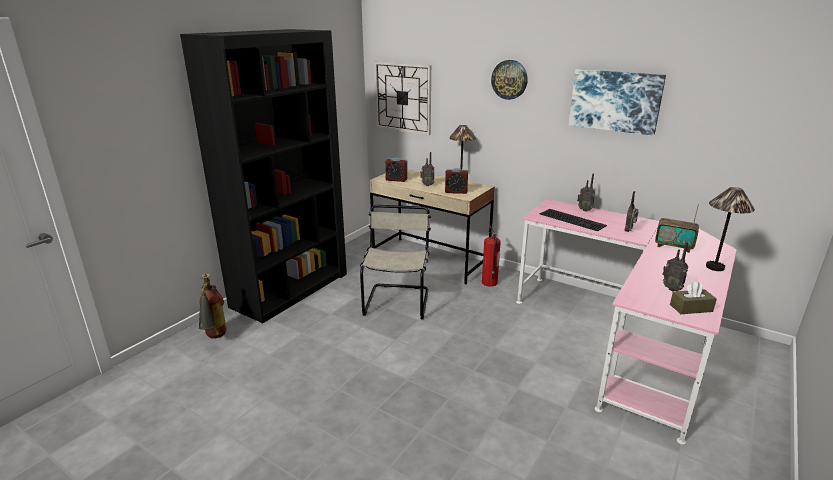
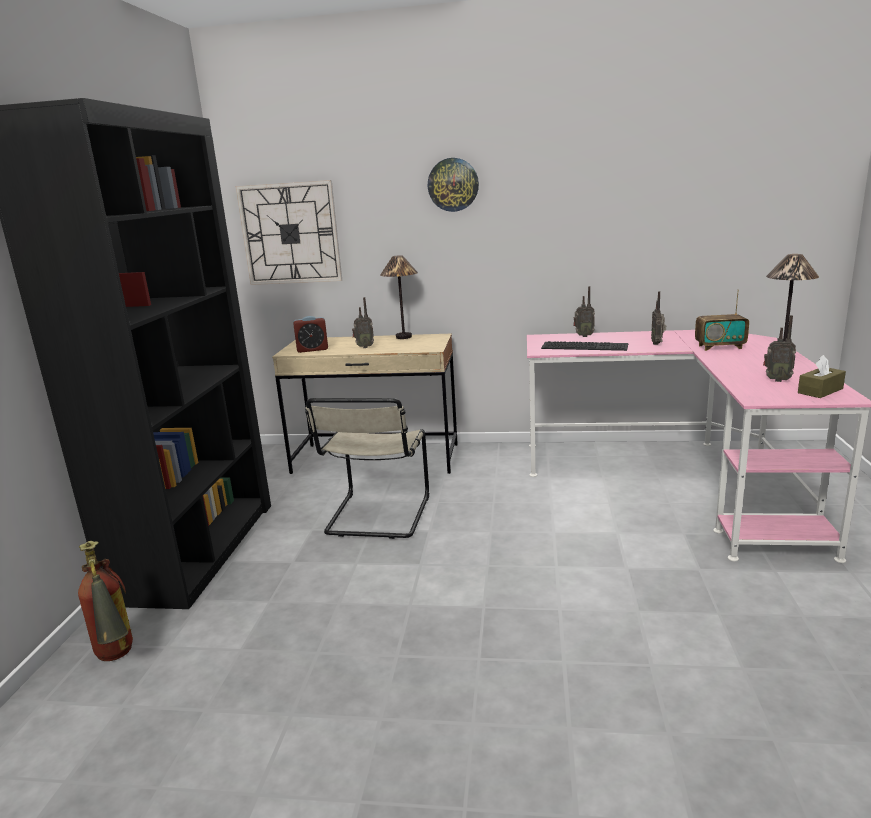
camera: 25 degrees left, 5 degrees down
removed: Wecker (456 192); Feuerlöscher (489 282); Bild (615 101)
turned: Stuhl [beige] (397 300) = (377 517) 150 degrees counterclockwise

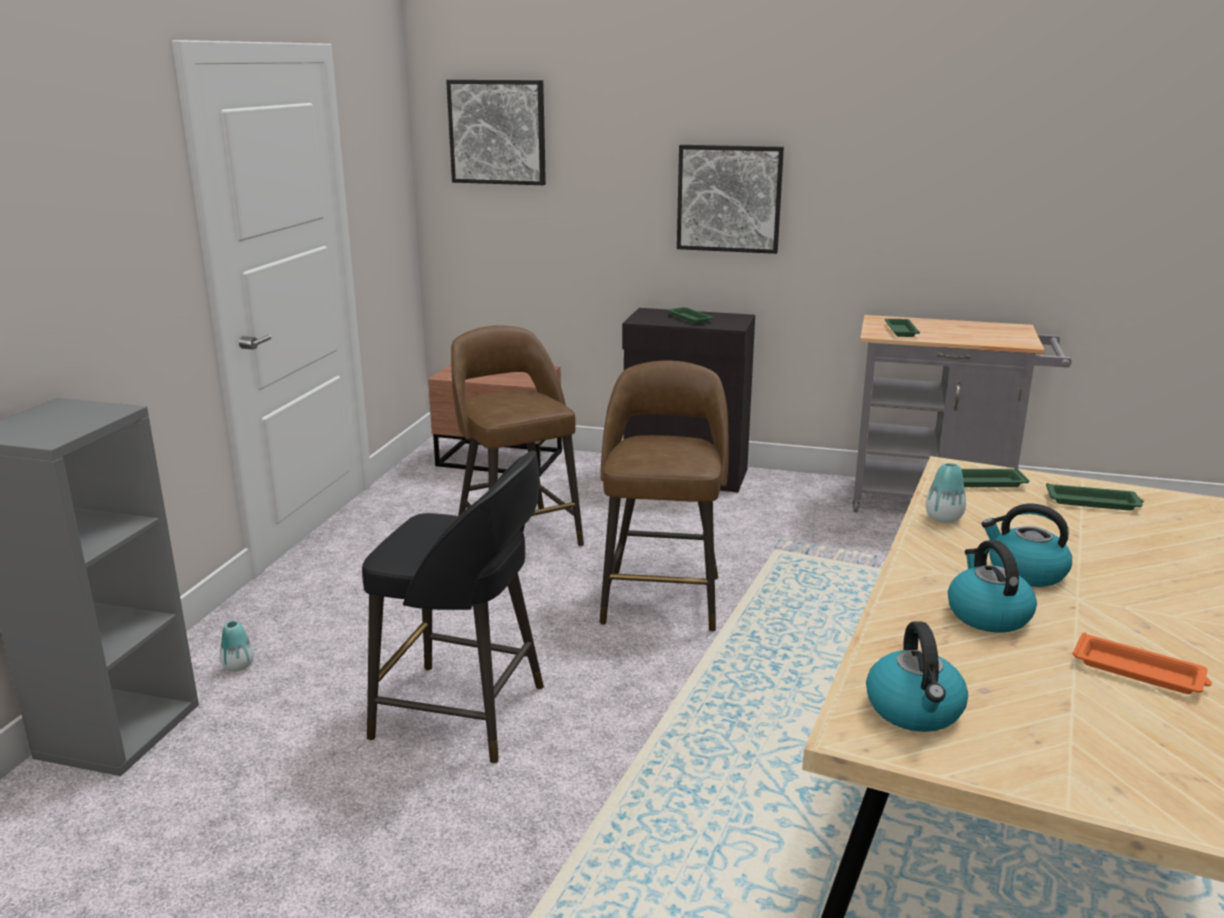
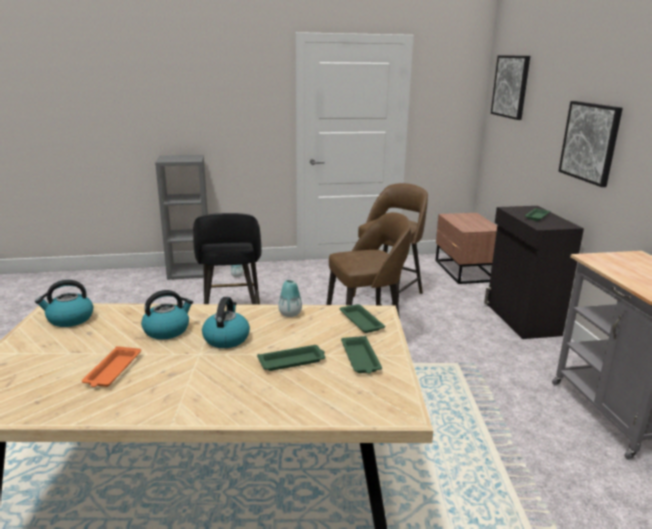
camera: 65 degrees right, 0 degrees up
moved: Tablett [grün] (900 330) to (293 361)

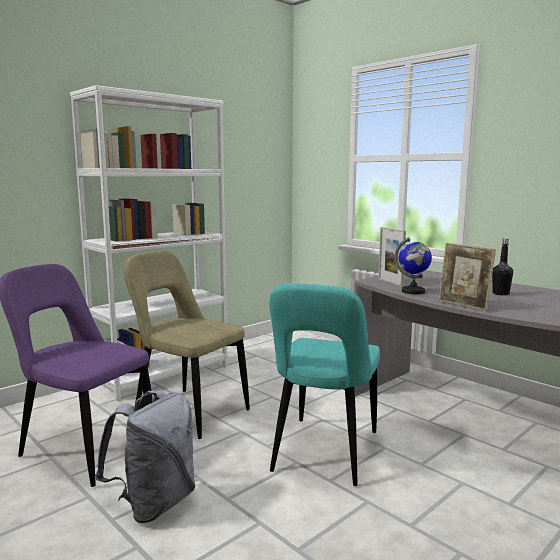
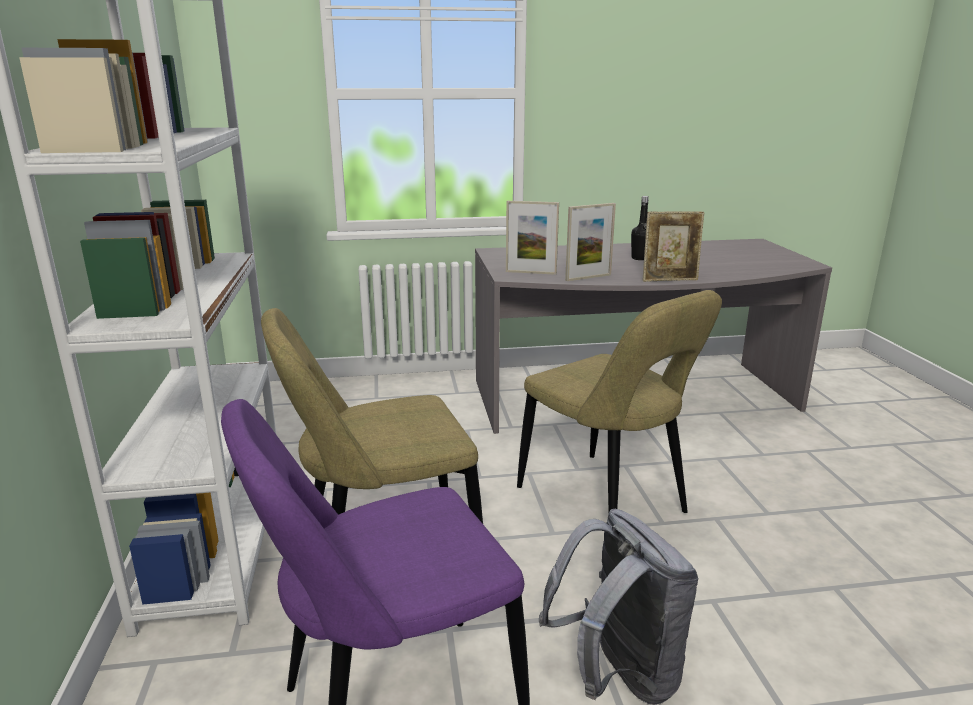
camera: 55 degrees left, 10 degrees up
replaced: Globus (413 291) to Bilderrahmen (588 277)
recoloured: Stuhl [türkis] (323 454) to Stuhl [beige] (606 504)

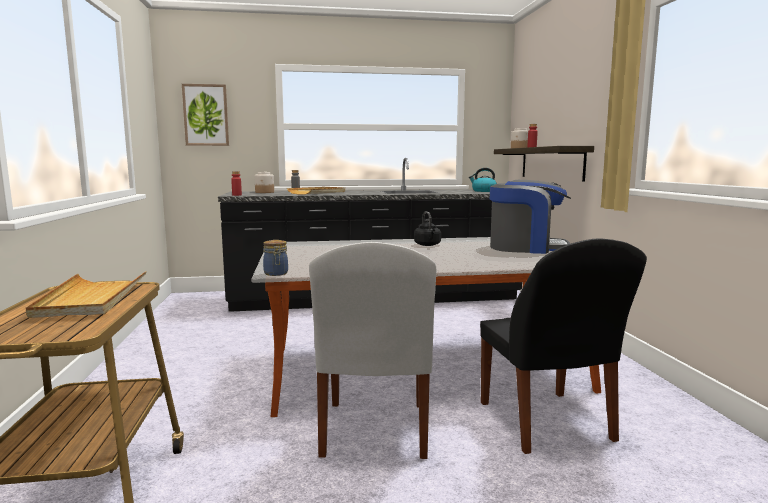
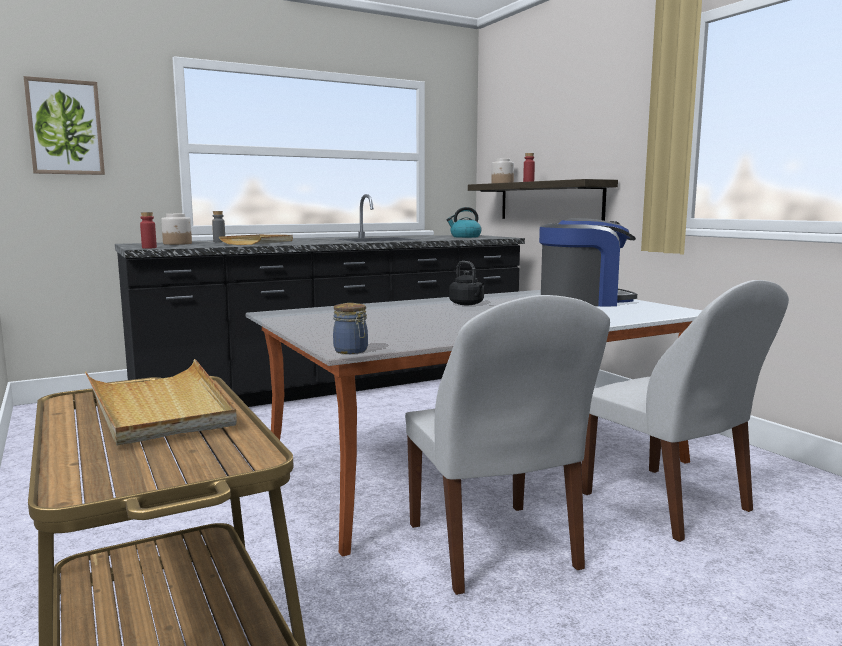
camera: 20 degrees left, 0 degrees up
recoloured: Stuhl [schwarz] (546 423) to Stuhl [weiß] (668 504)

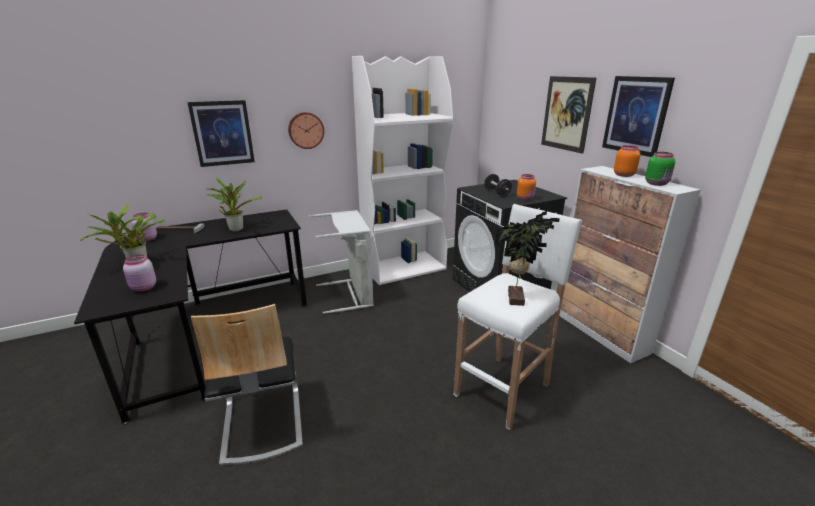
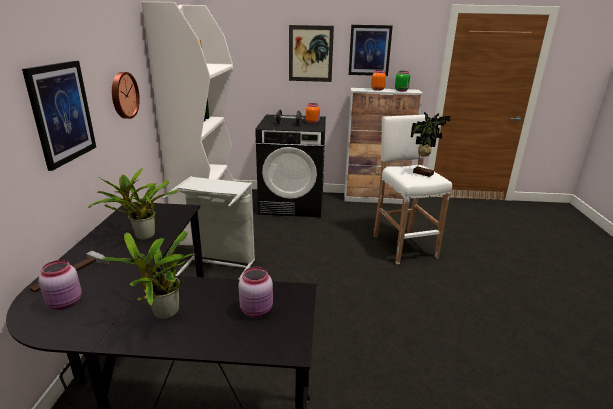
camera: 60 degrees left, 0 degrees up
removed: Stuhl (262 422)

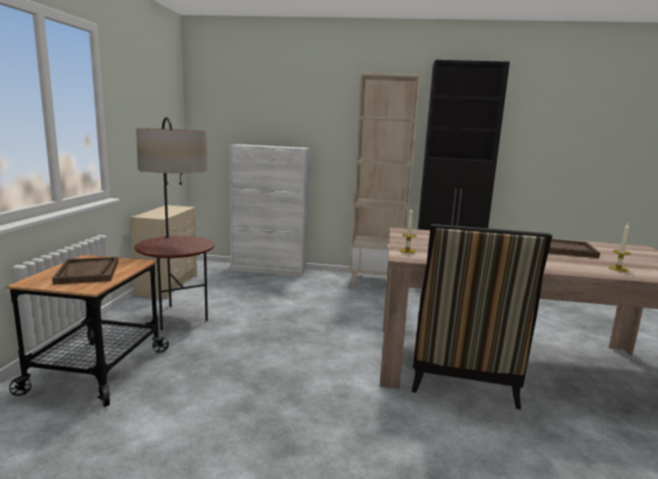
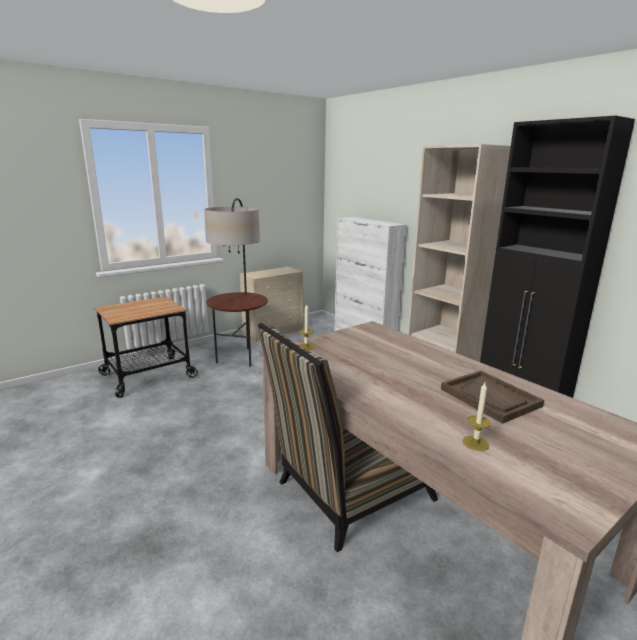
camera: 45 degrees right, 5 degrees up
removed: Tablett [braun] (88 272)

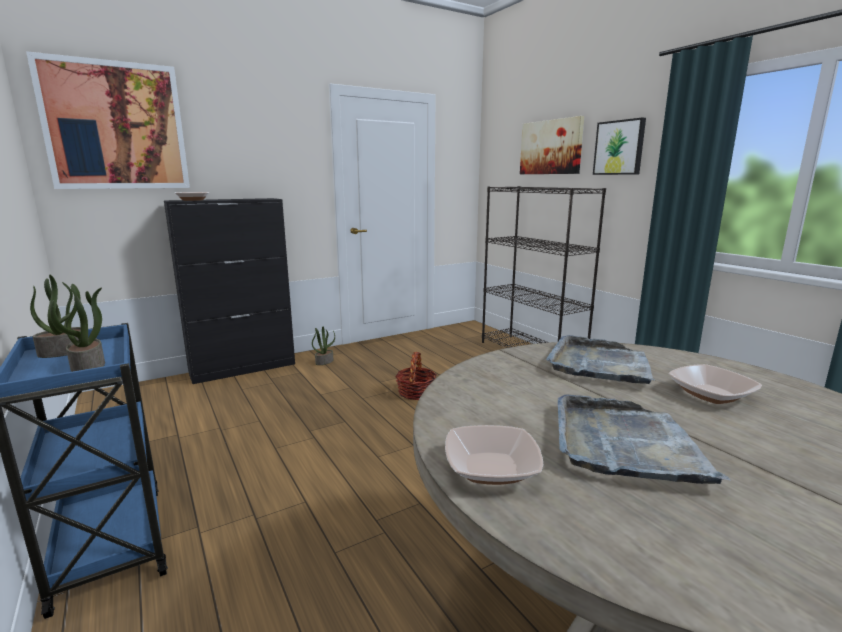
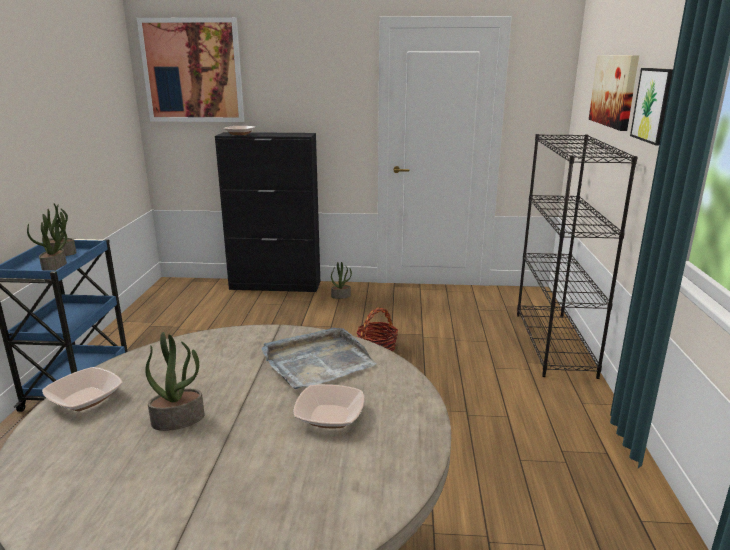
camera: 35 degrees right, 5 degrees up
replaced: Tablett [grau] (625 443) to Topfpflanze (178 419)

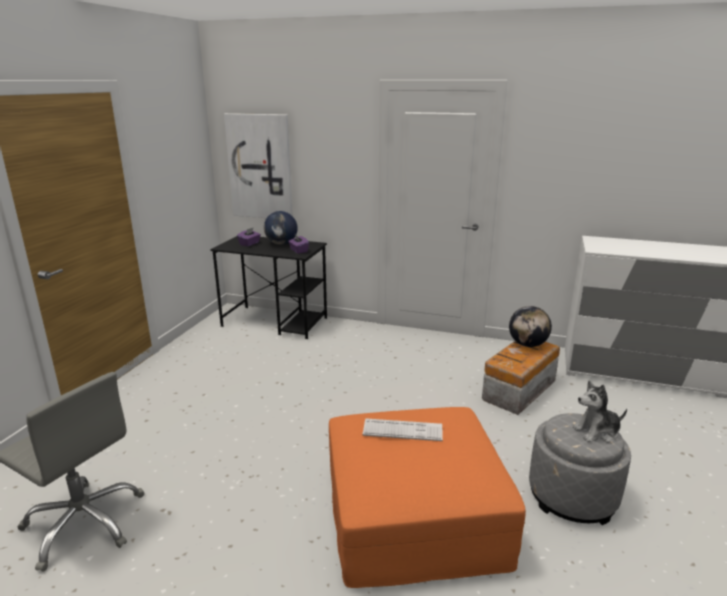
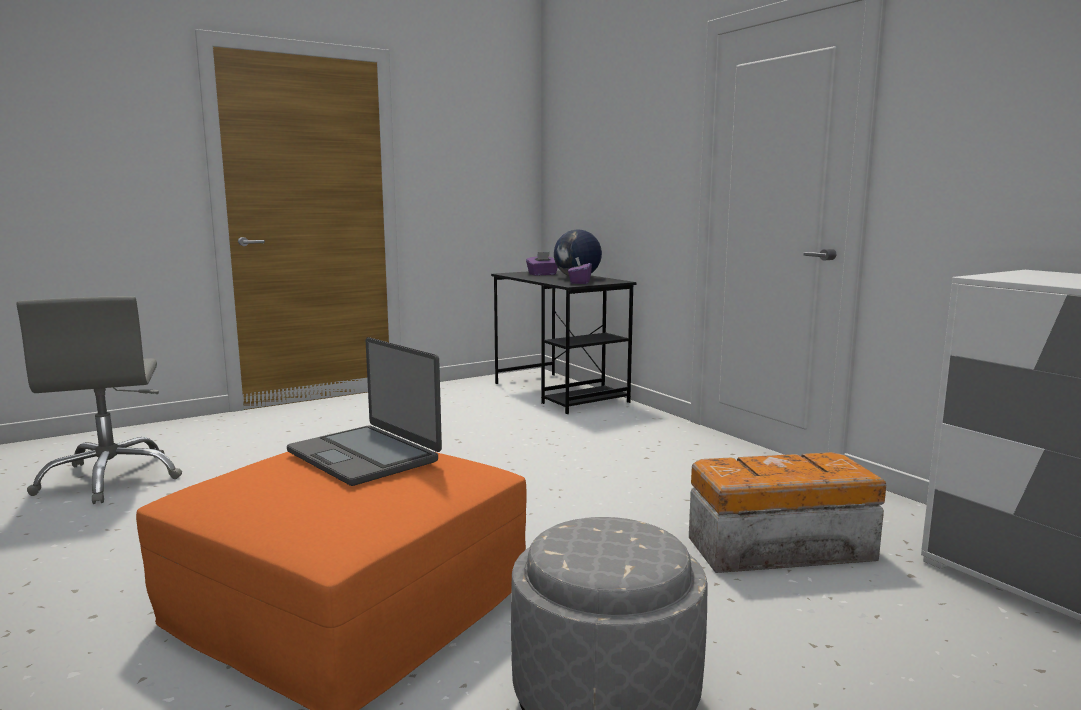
camera: 40 degrees right, 10 degrees down
removed: Bild (260 167); Globus (527 344); Plüschtier (597 432)
replaced: Tastatur (402 430) to Laptop (365 456)

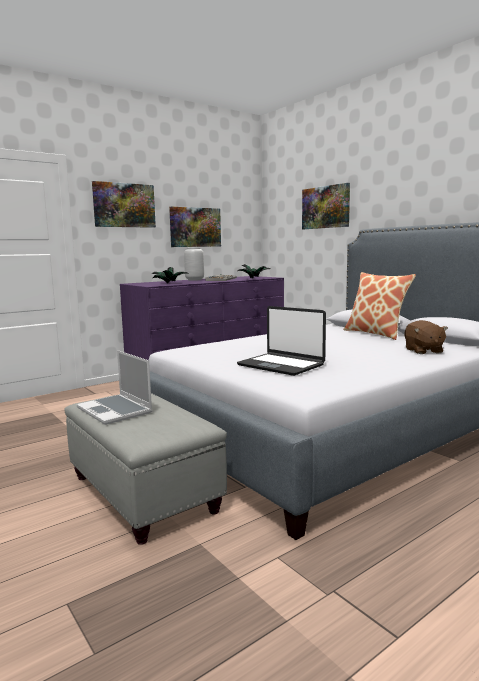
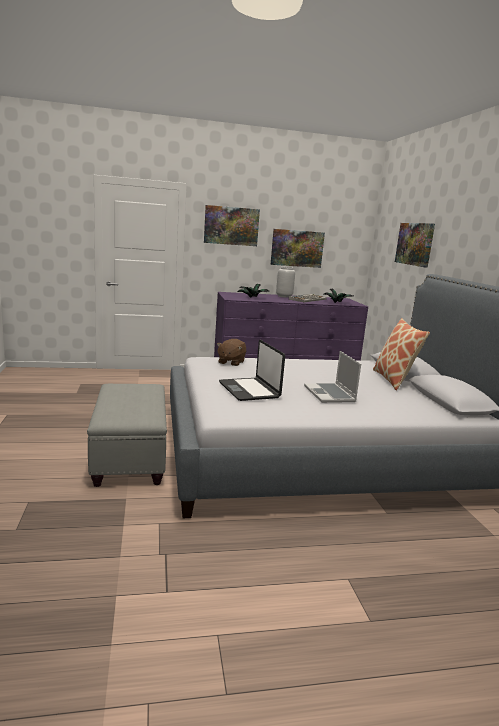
camera: 25 degrees right, 5 degrees up
moved: Laptop (116 411) to (330 394); Plüschtier [braun] (423 351) to (231 362)

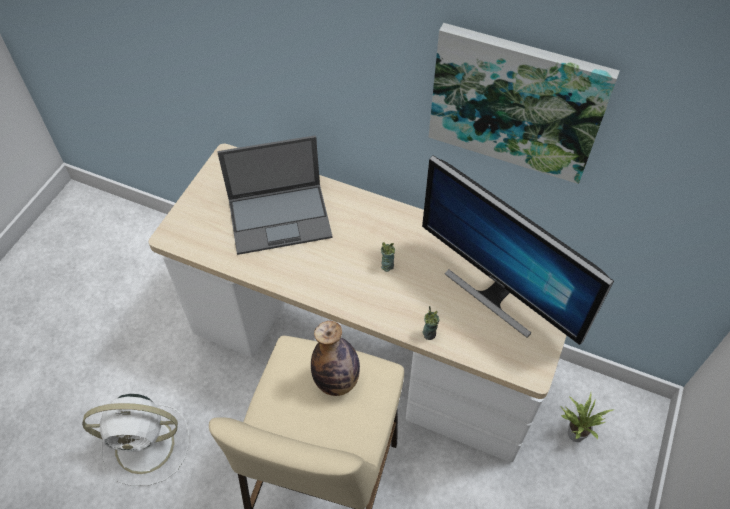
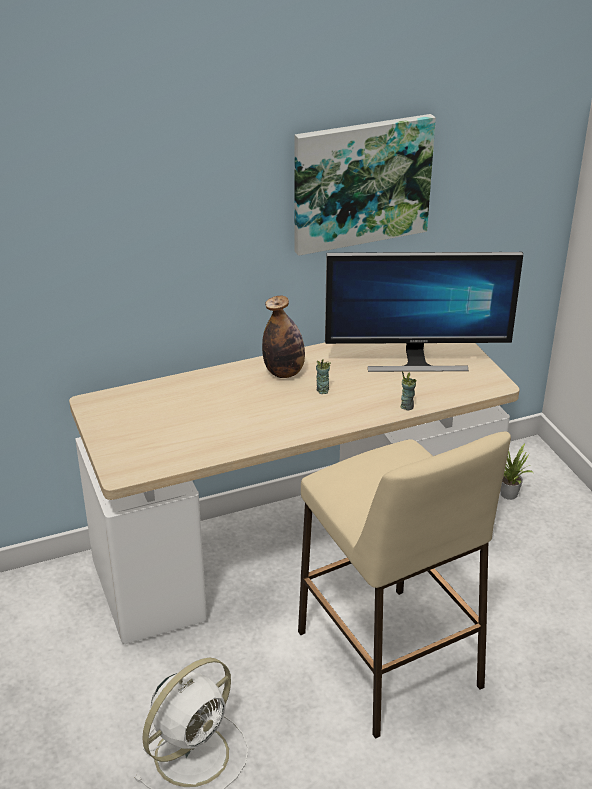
camera: 45 degrees left, 20 degrees down
removed: Laptop (281 217)
moved: Flasche (336 381) to (284 372)

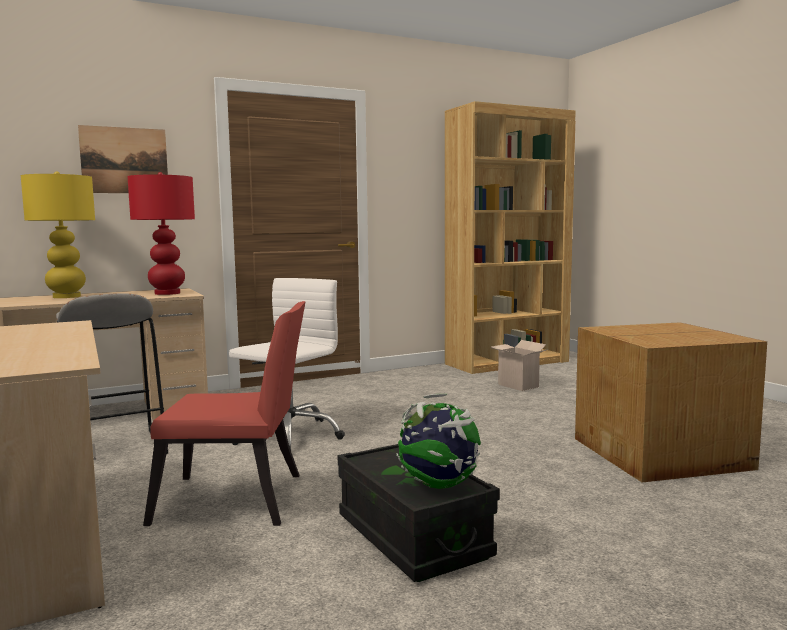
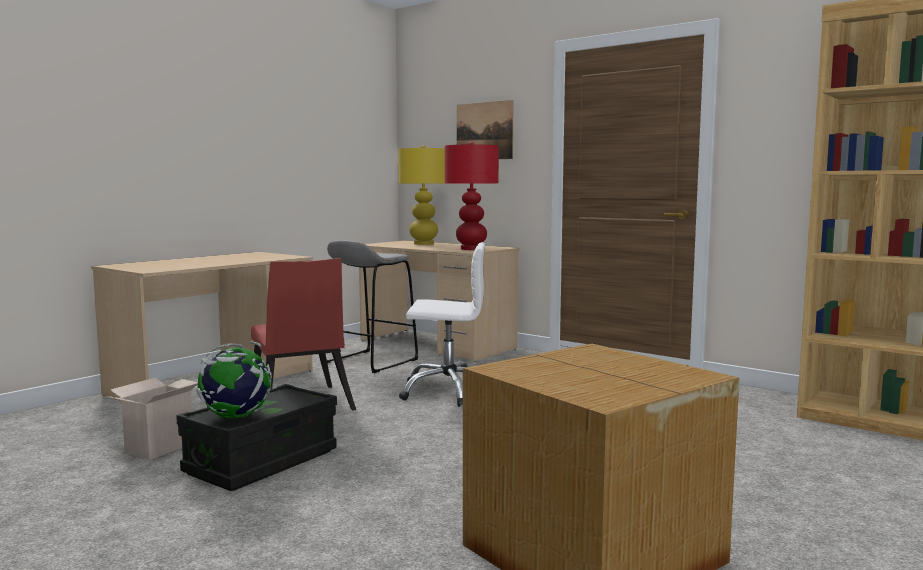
camera: 65 degrees right, 0 degrees up
moved: Karton (516 385) to (160 447)

